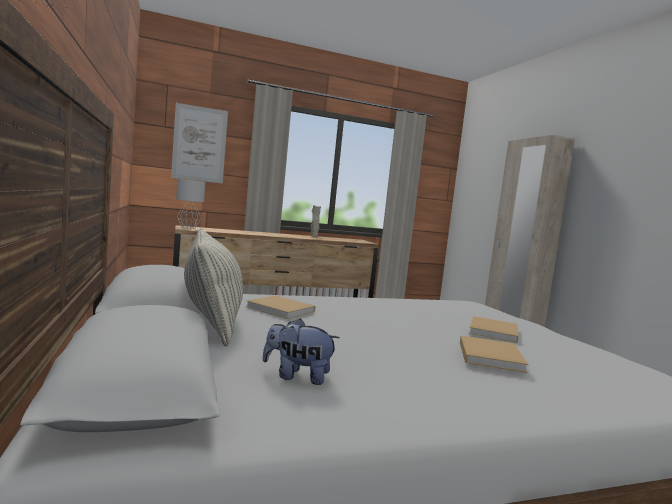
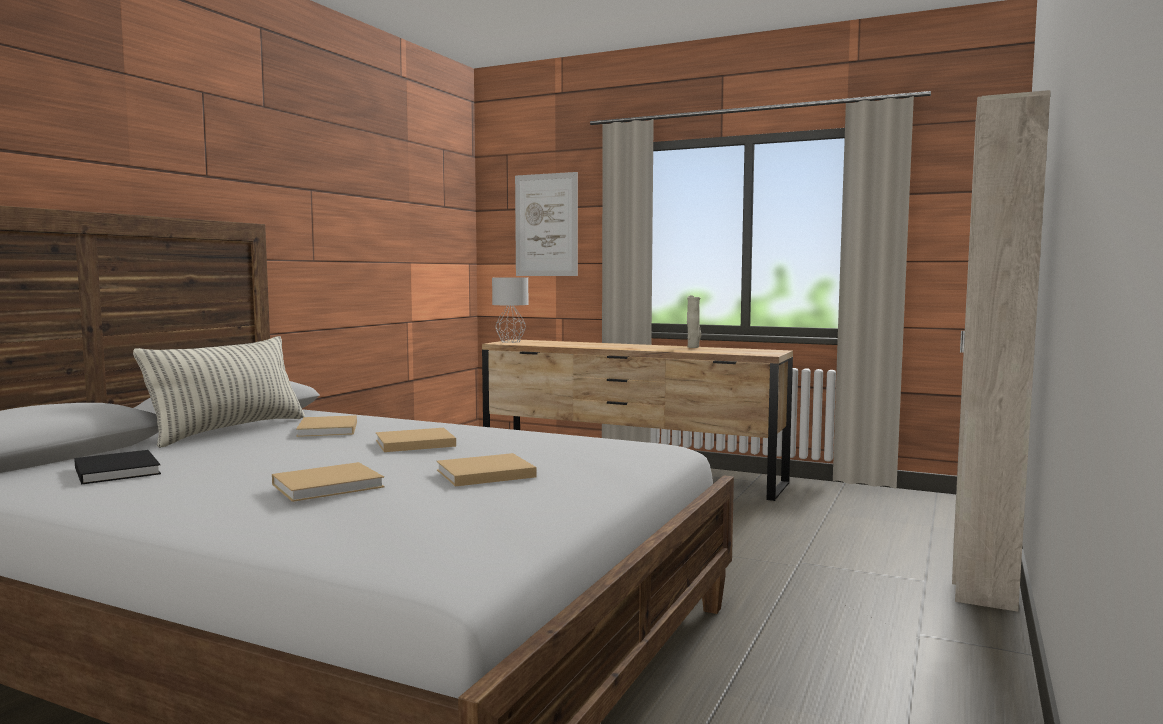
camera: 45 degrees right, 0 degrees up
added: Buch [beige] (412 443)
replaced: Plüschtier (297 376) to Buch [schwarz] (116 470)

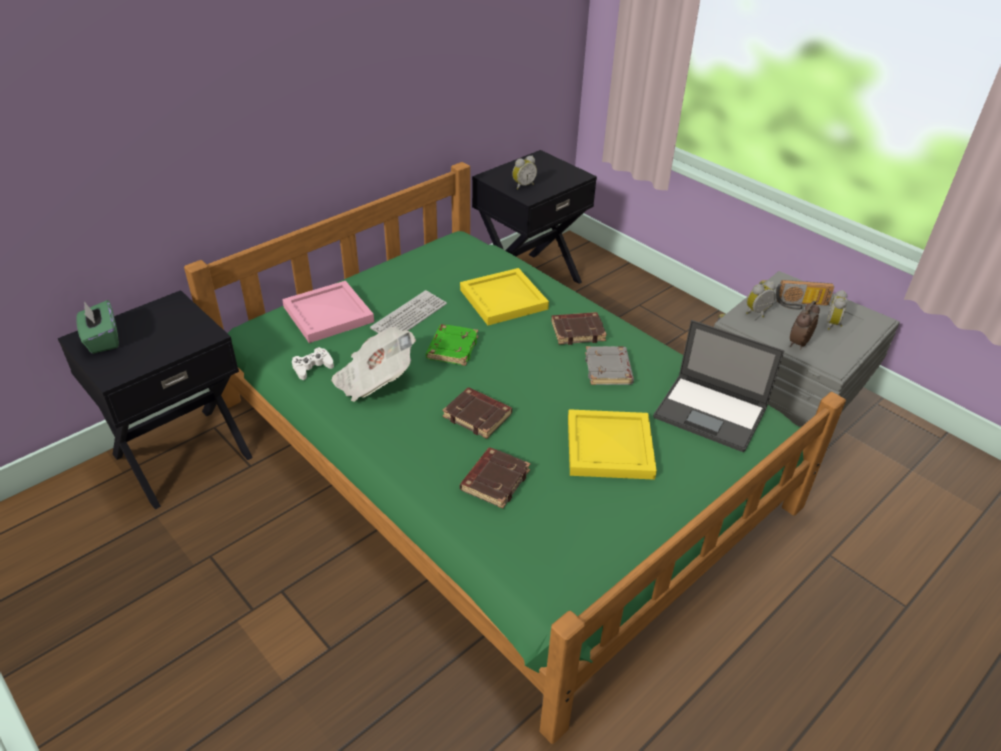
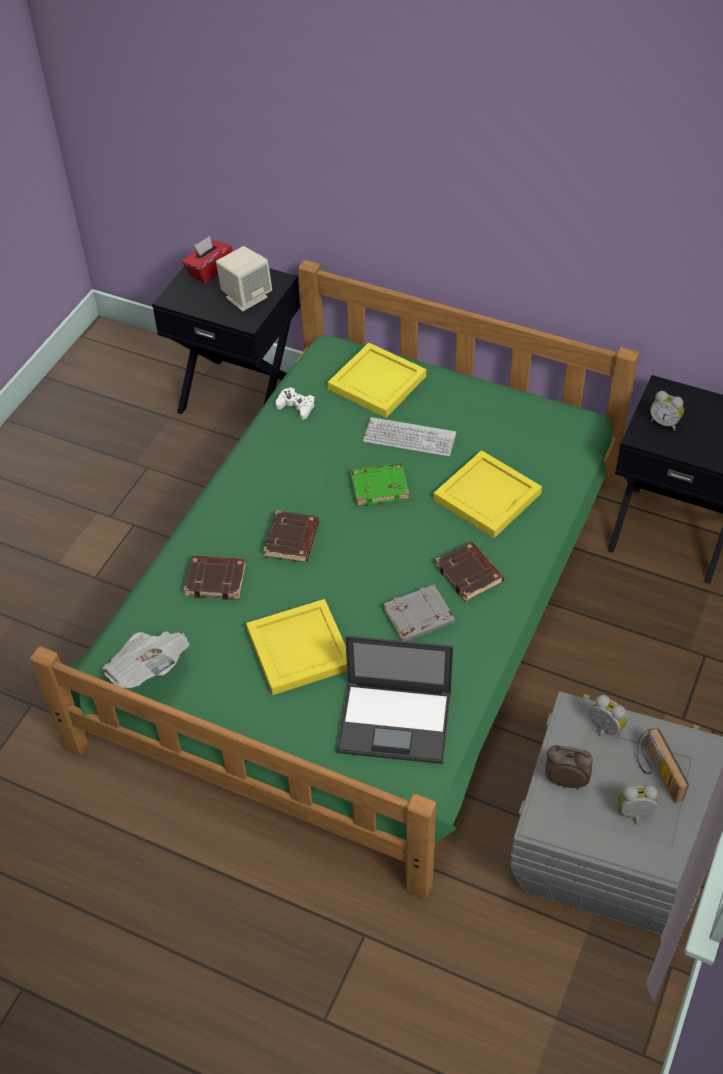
camera: 70 degrees right, 10 degrees up
added: Lautsprecher [beige] (246 297)
moved: Zeitung (374 380) to (148 670)
recoloured: Taschentuchbox [grün] (102 340) to Taschentuchbox [rot] (209 270); Tablett [rosa] (330 314) to Tablett [gelb] (377 384)
turned: Laptop (711 413) = (396 722) 90 degrees counterclockwise

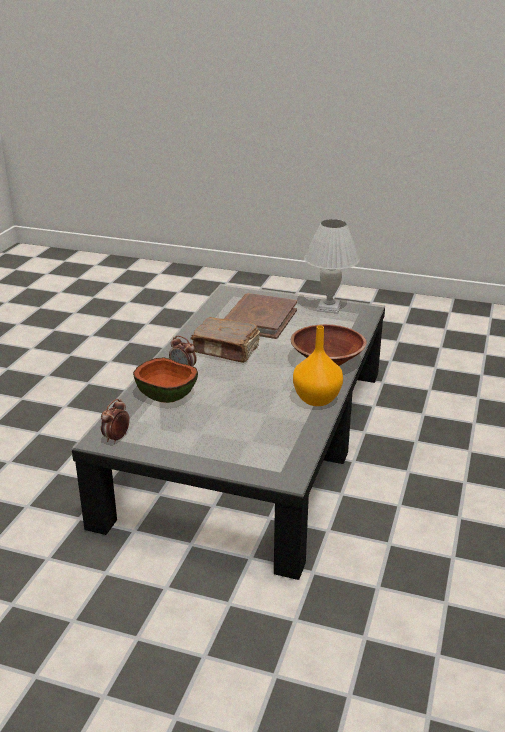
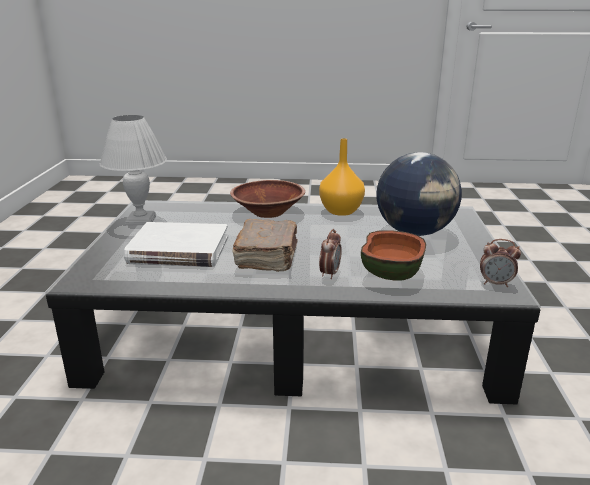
camera: 105 degrees left, 5 degrees down
added: Globus (415 232)
recoloured: Buch [braun] (259 319) to Buch [weiß] (178 250)

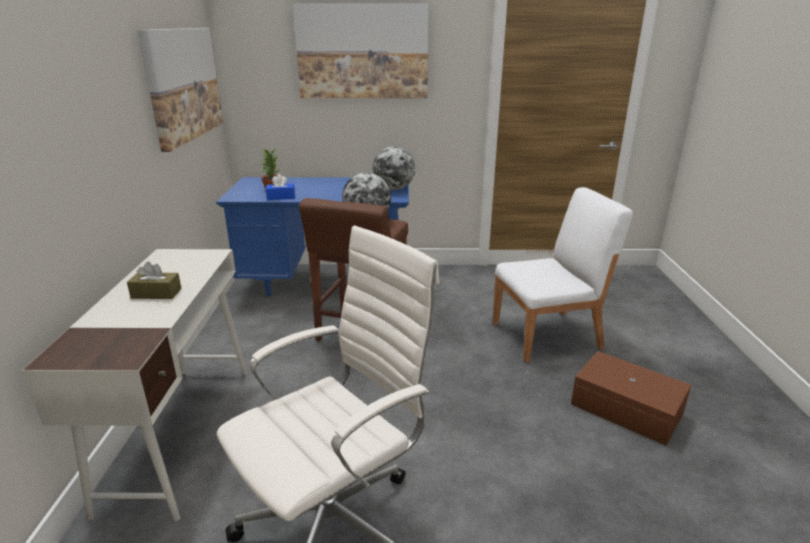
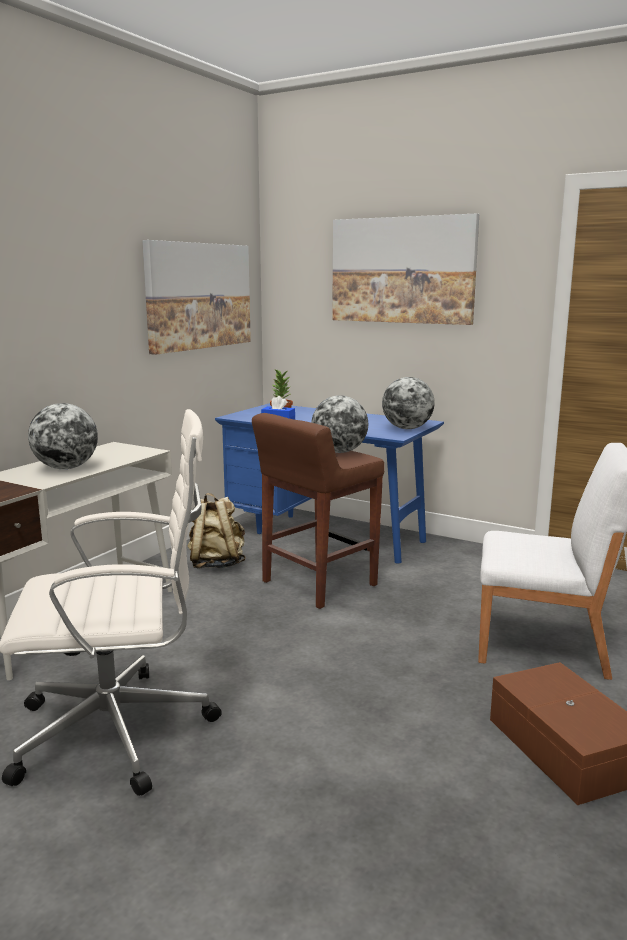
camera: 30 degrees right, 10 degrees down
added: Rucksack [beige] (216 564)
replaced: Taschentuchbox [braun] (156 293) to Globus (66 468)

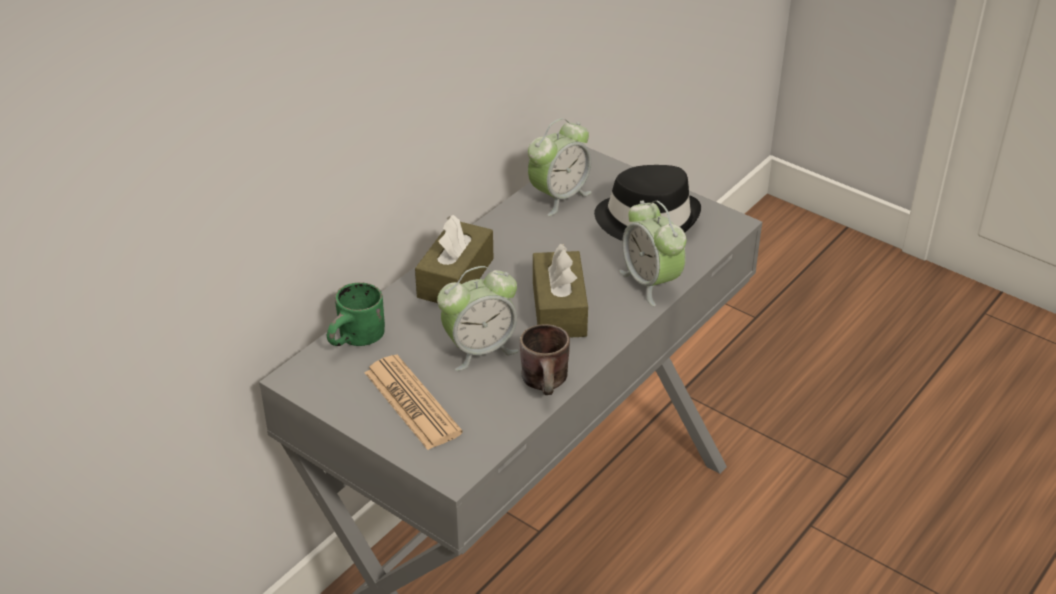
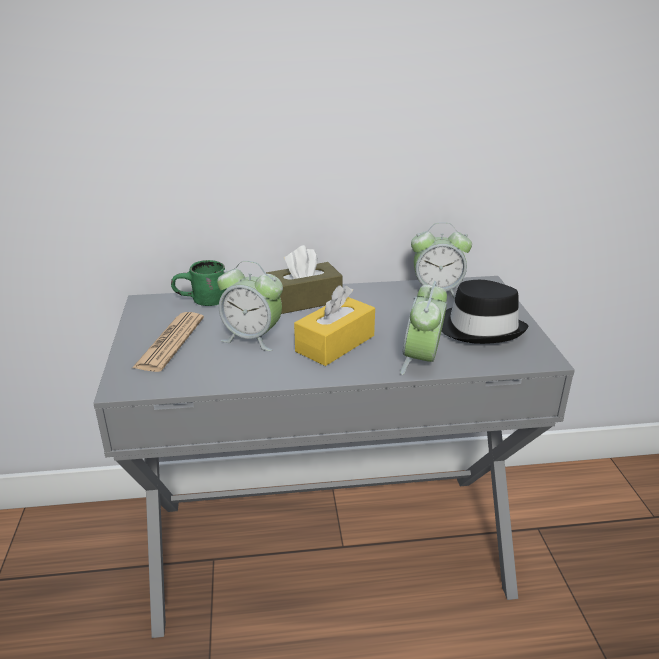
camera: 45 degrees right, 10 degrees down
removed: Henkelbecher [braun] (549 383)
recoloured: Taschentuchbox [braun] (559 309) to Taschentuchbox [gelb] (335 343)

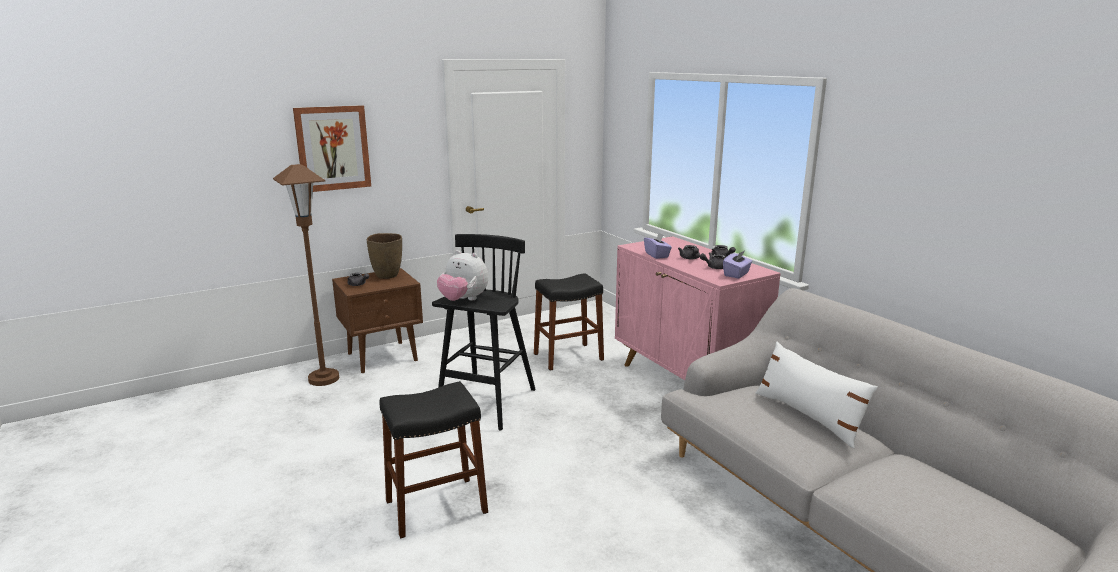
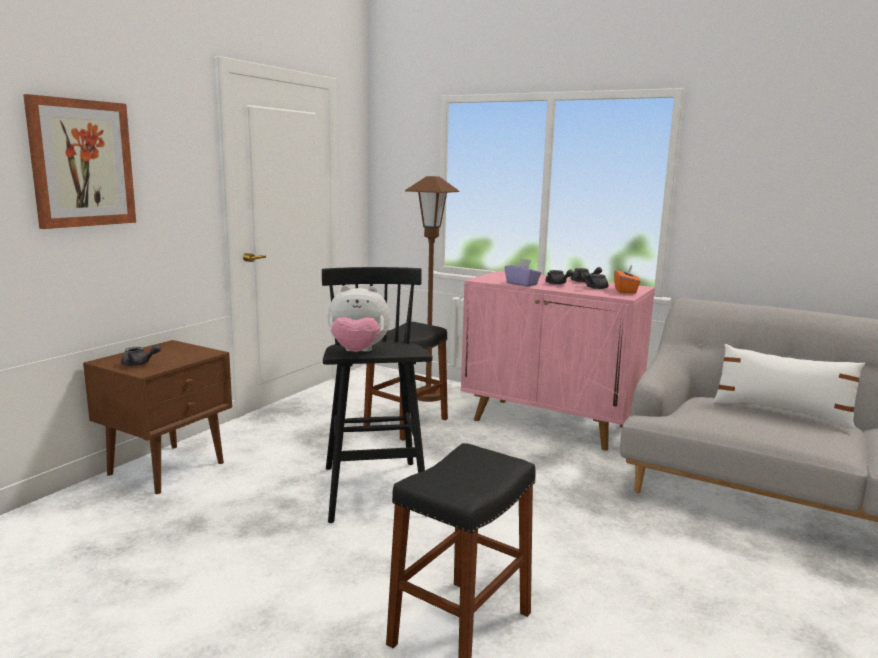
camera: 30 degrees left, 5 degrees down
removed: Vase [braun] (387 275)
moved: Stehlampe [braun] (324 379) to (428 396)
recoloured: Taschentuchbox [lila] (736 274) to Taschentuchbox [orange] (625 291)

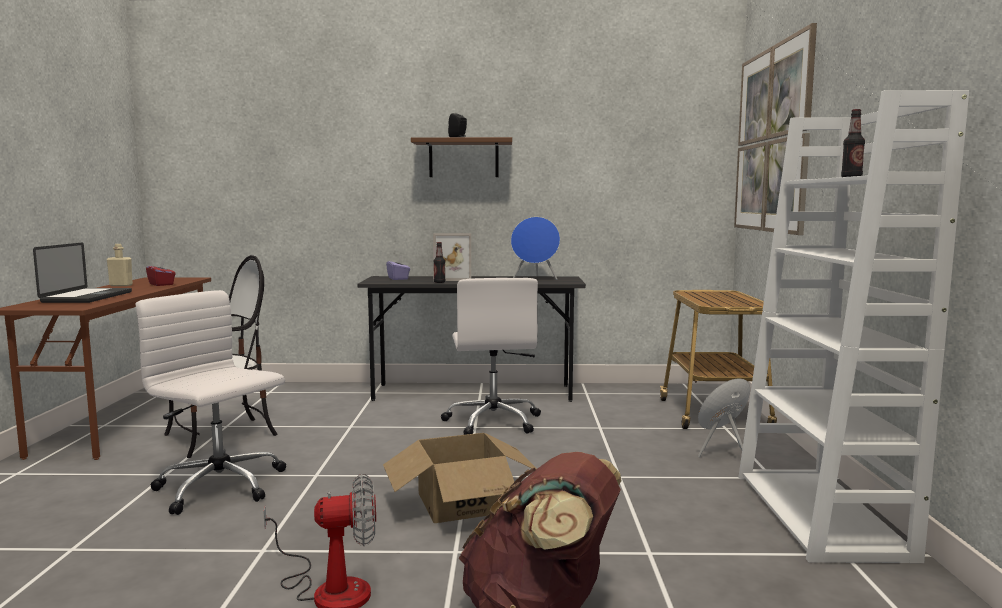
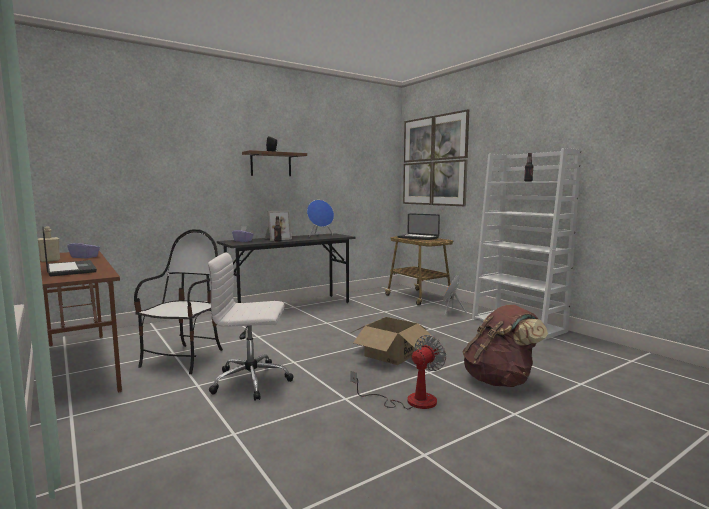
camera: 35 degrees left, 0 degrees up
removed: Bürostuhl [weiß] (493 421)
added: Laptop (418 238)
recoloured: Taschentuchbox [rot] (161 284) to Taschentuchbox [lila] (85 257)

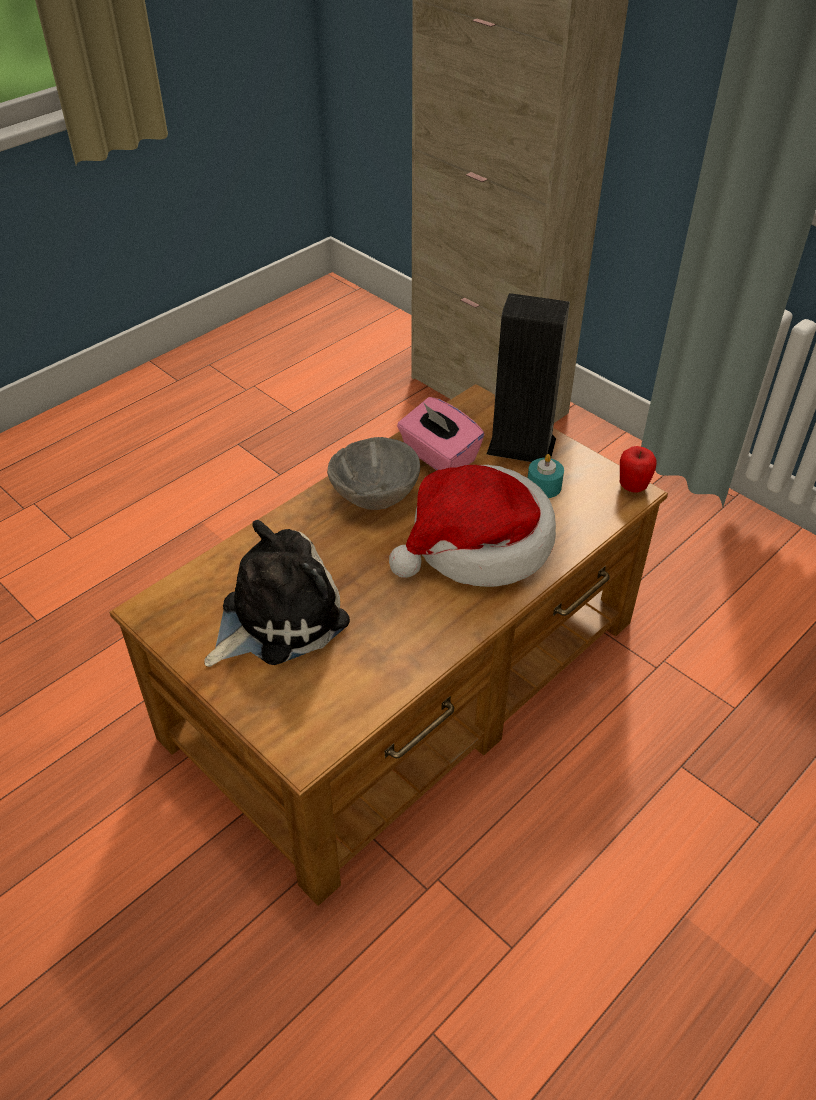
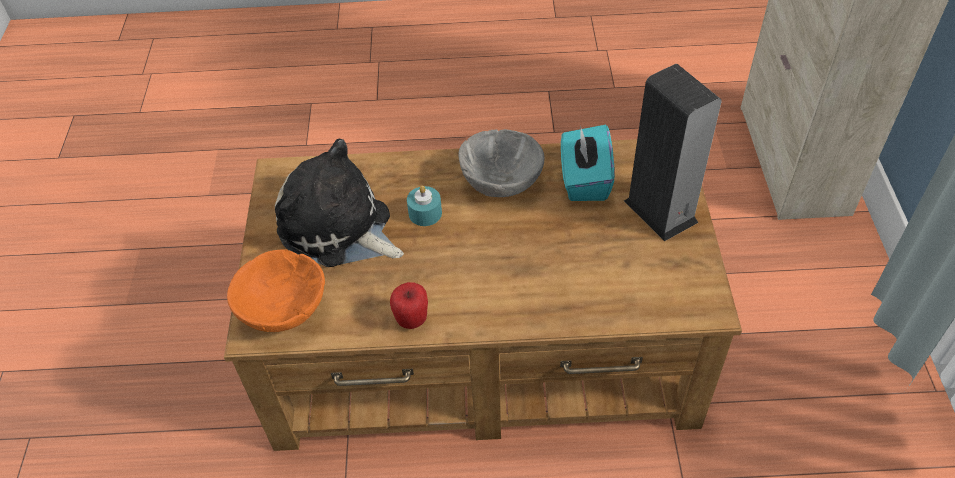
camera: 45 degrees right, 5 degrees up
removed: Hut (478 545)
added: Schüssel [orange] (284 309)
moved: Kerze [türkis] (544 486) to (425 213); Apfel (632 487) to (412 320)
recoloured: Taschentuchbox [rosa] (438 456) to Taschentuchbox [türkis] (584 180)
turned: Plüschtier (277 617) = (339 229) 150 degrees counterclockwise

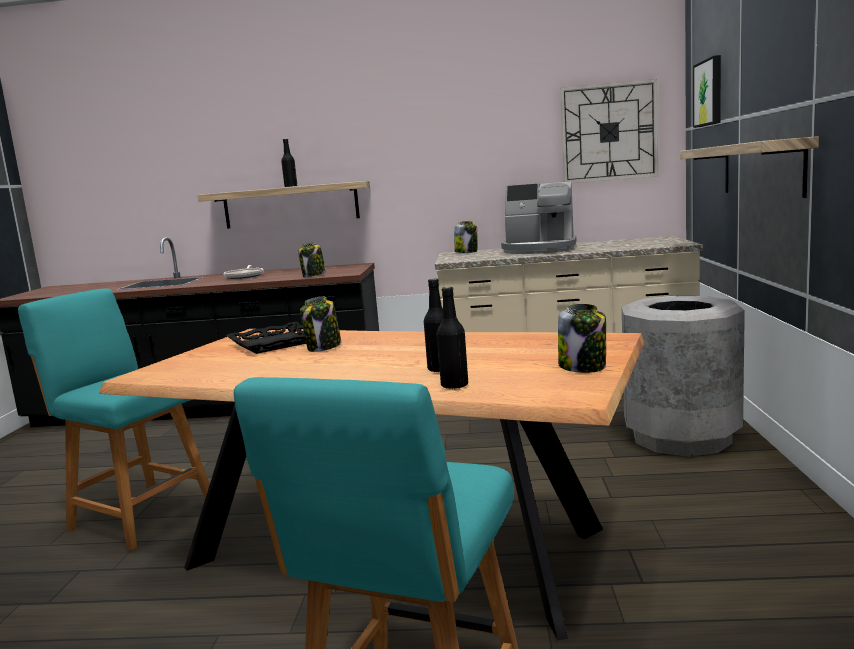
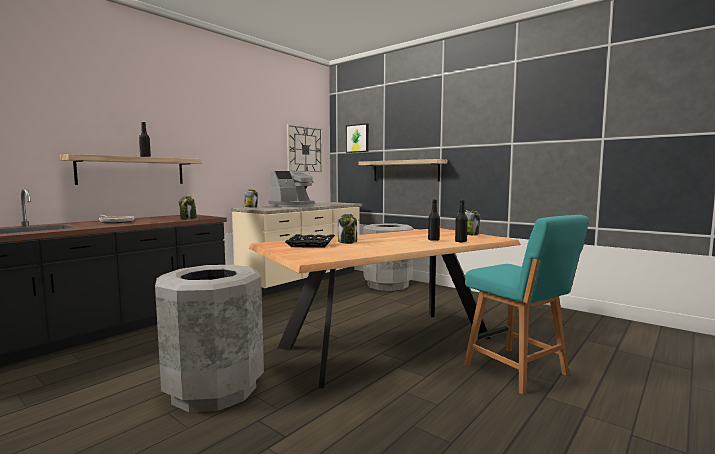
camera: 55 degrees left, 5 degrees down
replaced: Stuhl [türkis] (139 515) to Mülleimer [grau] (213 389)

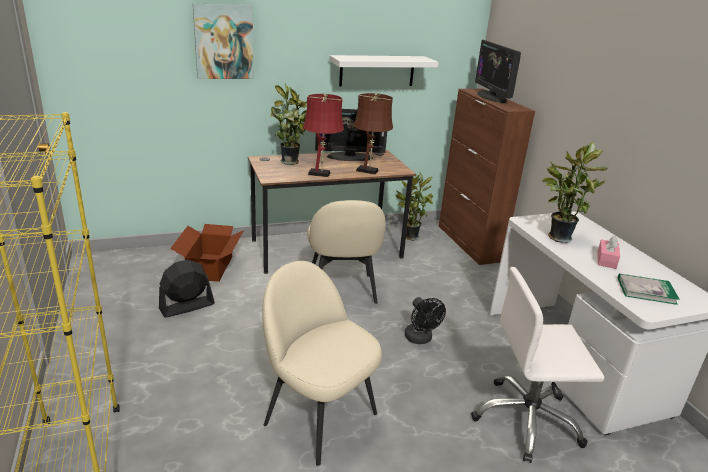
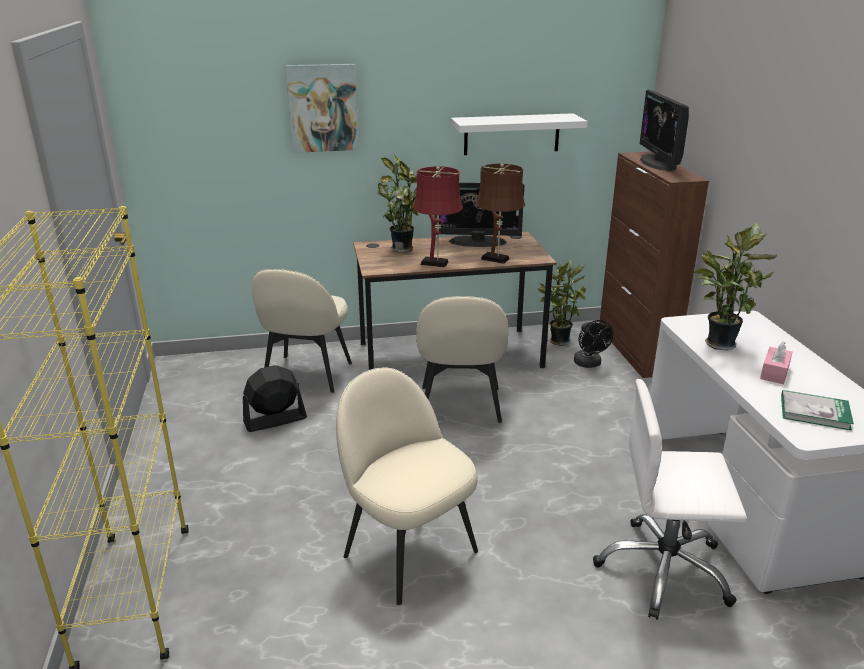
camera: 10 degrees right, 0 degrees up
moved: Ventilator [schwarz] (420 339) to (589 364)
replaced: Karton (209 267) to Stuhl [beige] (306 375)

